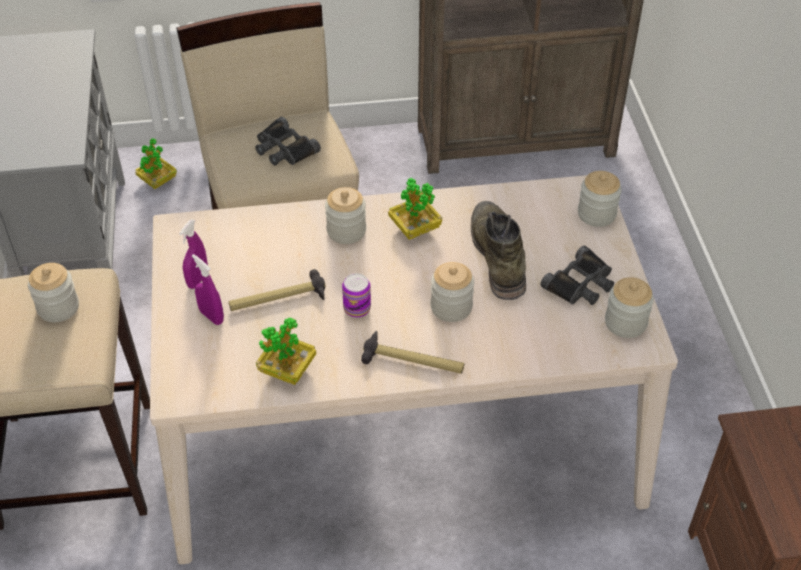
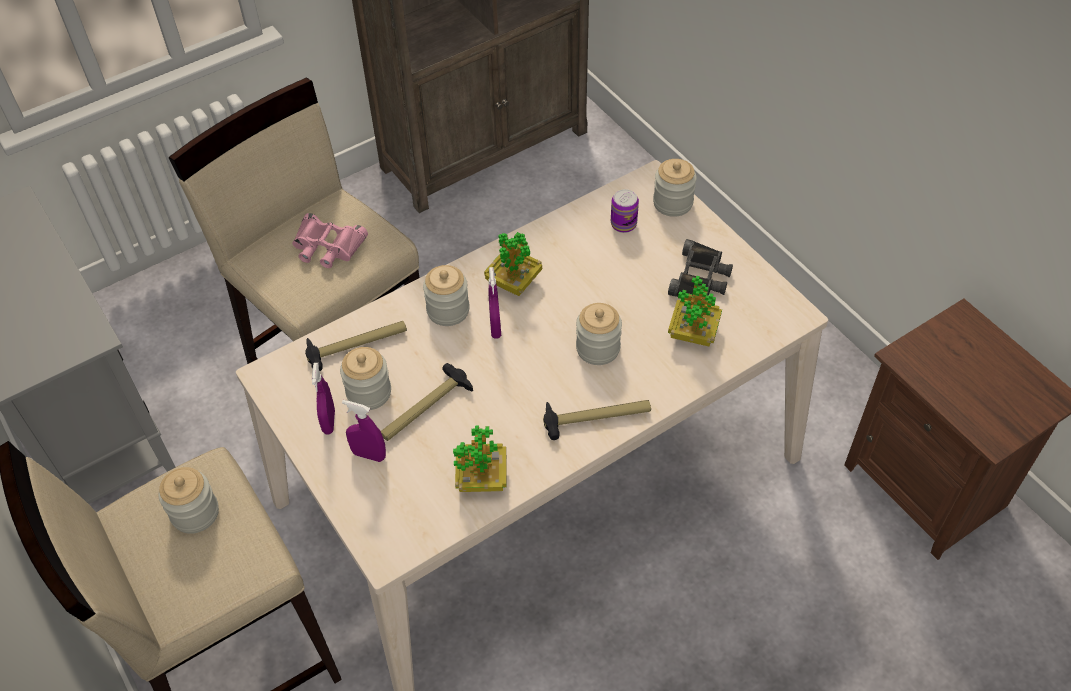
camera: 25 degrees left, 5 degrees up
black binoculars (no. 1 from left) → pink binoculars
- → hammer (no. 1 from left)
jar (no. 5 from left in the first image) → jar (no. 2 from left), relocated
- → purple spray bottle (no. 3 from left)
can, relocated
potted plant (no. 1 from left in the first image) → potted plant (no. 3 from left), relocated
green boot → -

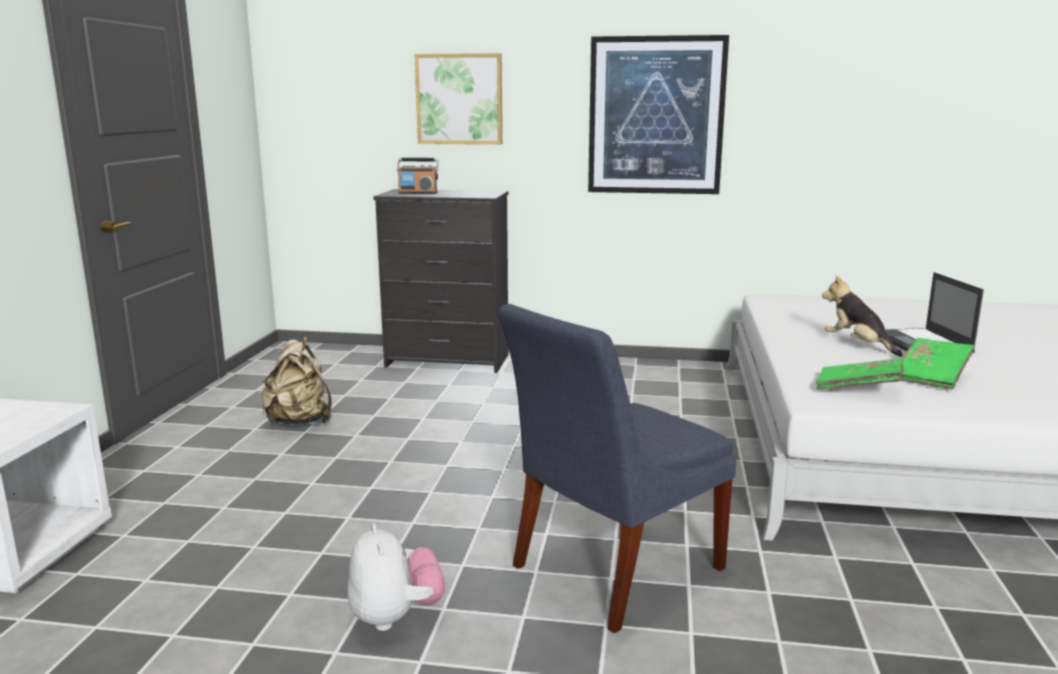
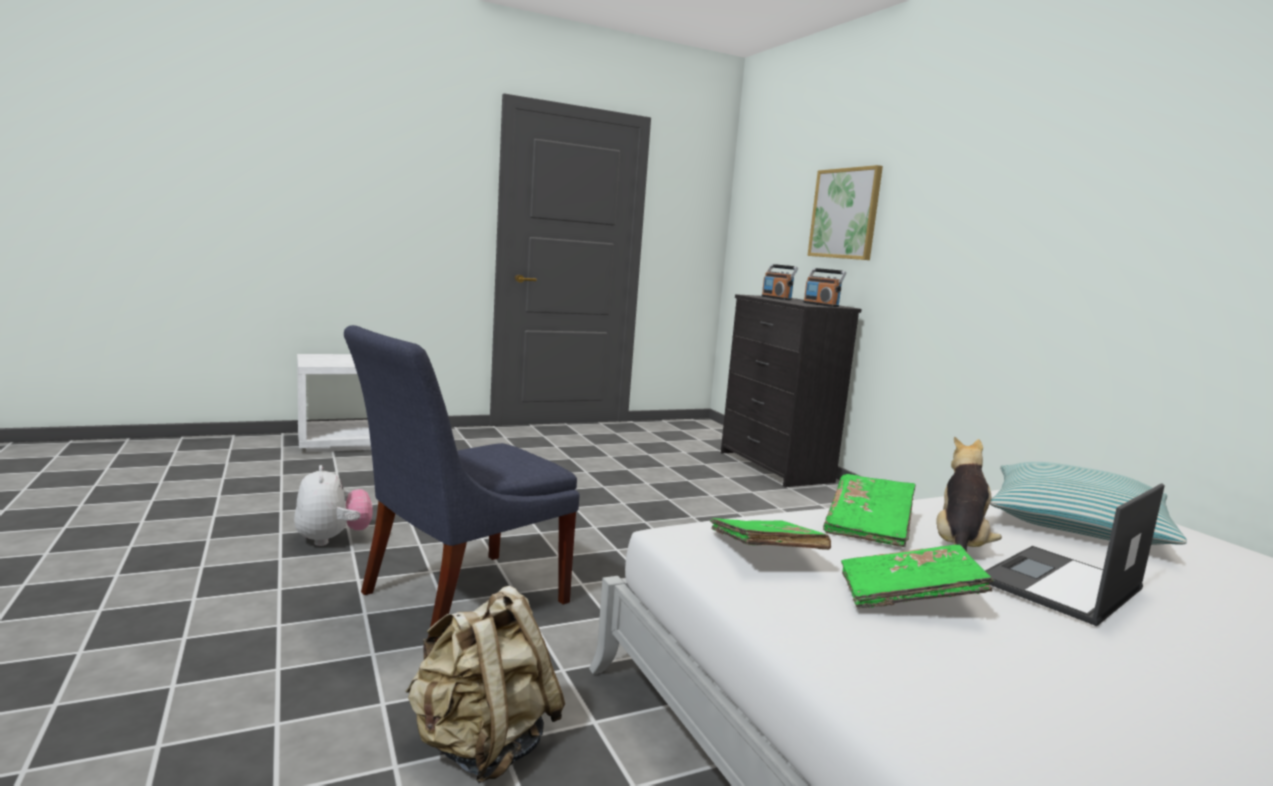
camera: 55 degrees right, 5 degrees down
plush toy (no. 1 from left), 60 degrees counterclockwise
blue chair, 60 degrees counterclockwise
beige backpack, relocated
- → radio (no. 2 from left)
- → green book (no. 2 from left)
- → pillow
picture (no. 2 from left) → -

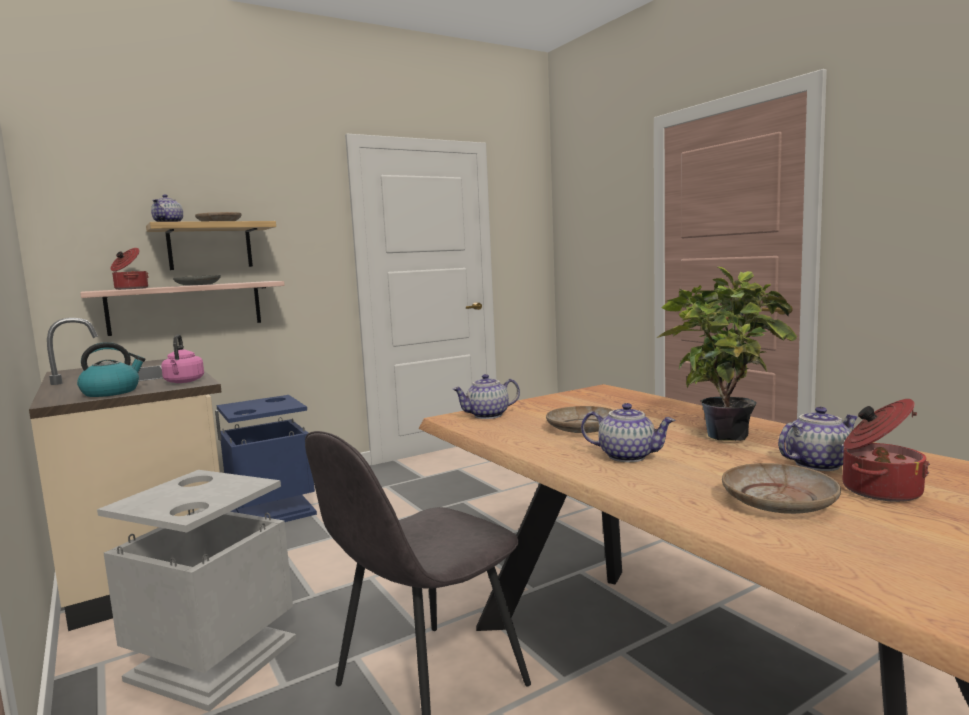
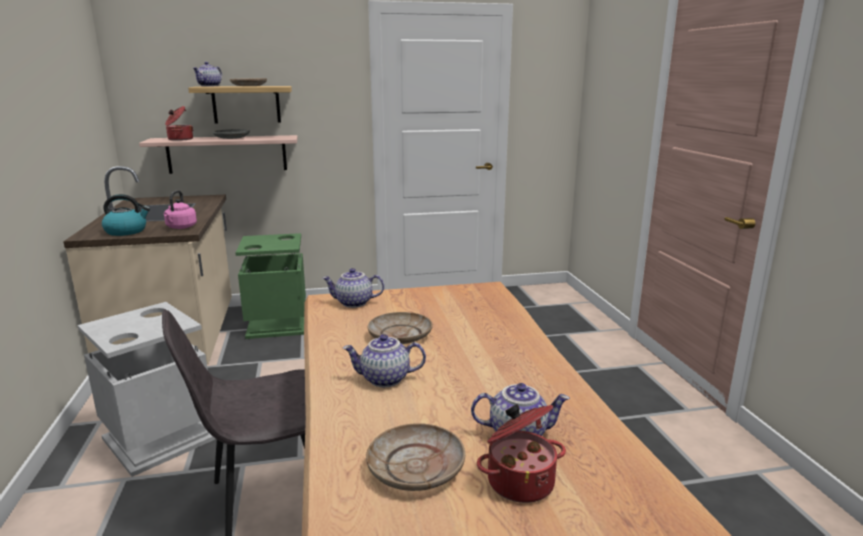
camera: 20 degrees right, 10 degrees up
blue trash can → green trash can
teapot (no. 3 from left), 135 degrees clockwise
potted plant → -

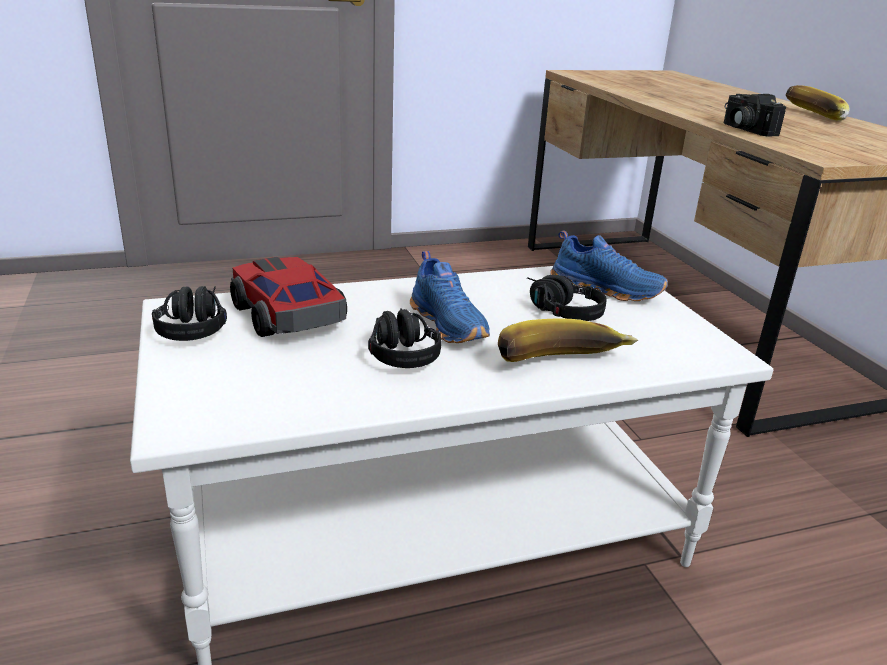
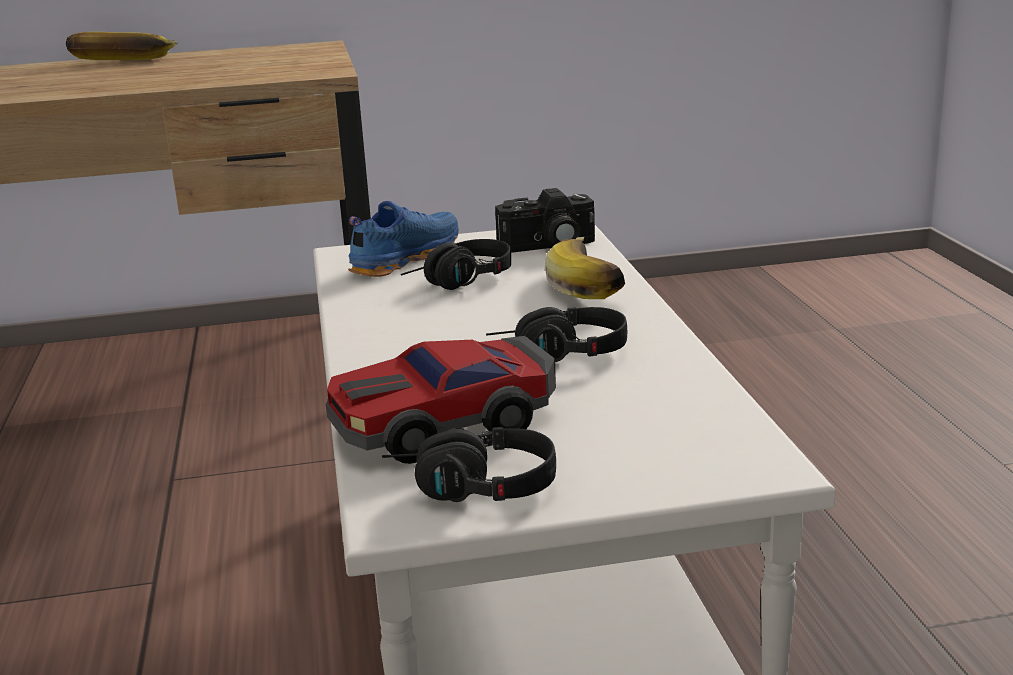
camera: 80 degrees left, 5 degrees down
photo camera, relocated
blue shoe (no. 1 from left) → -

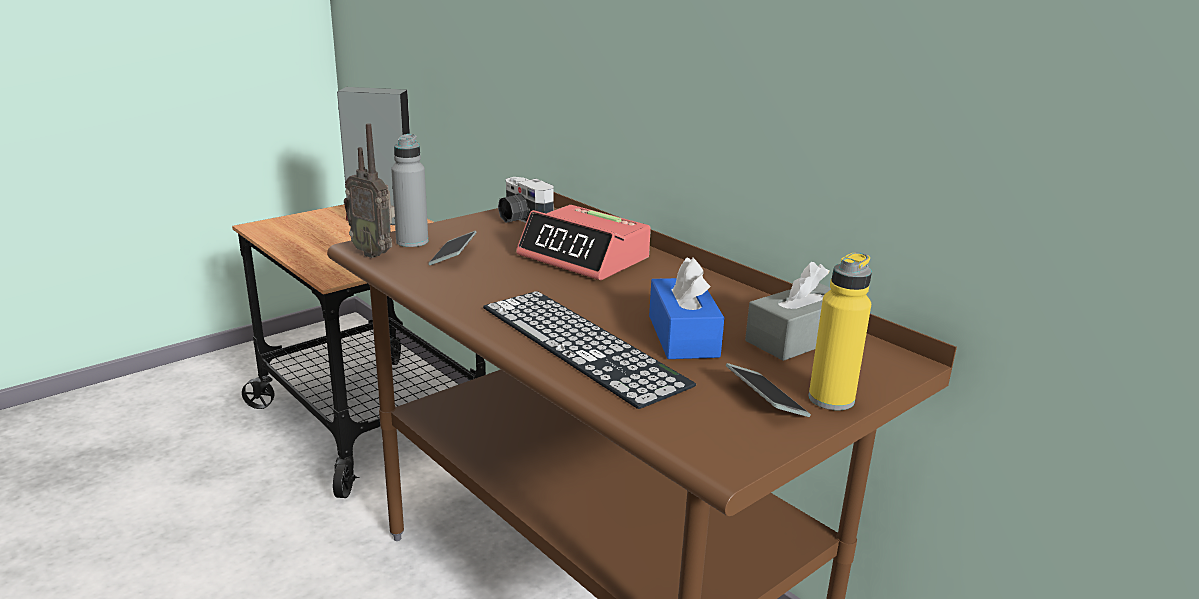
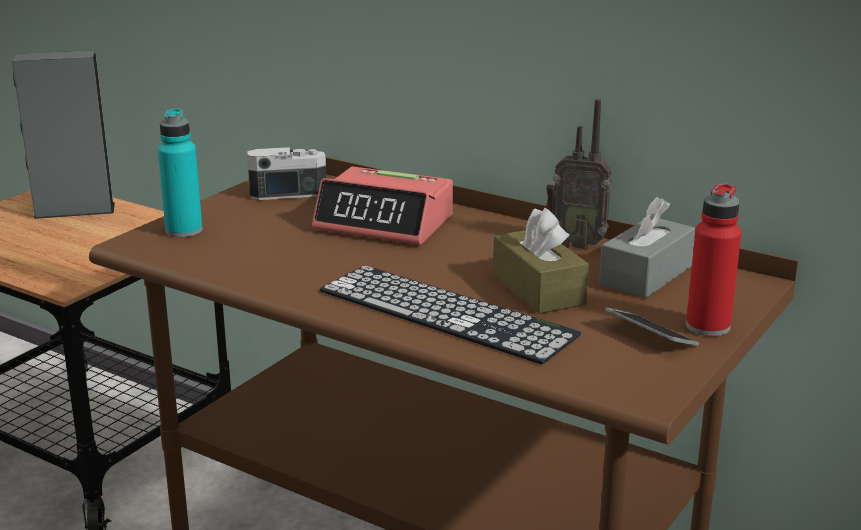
camera: 15 degrees left, 0 degrees up
grey bottle → turquoise bottle
photo camera, 135 degrees clockwise
blue tissue box → brown tissue box
radio, relocated
yellow bottle → red bottle
phone (no. 1 from left) → -

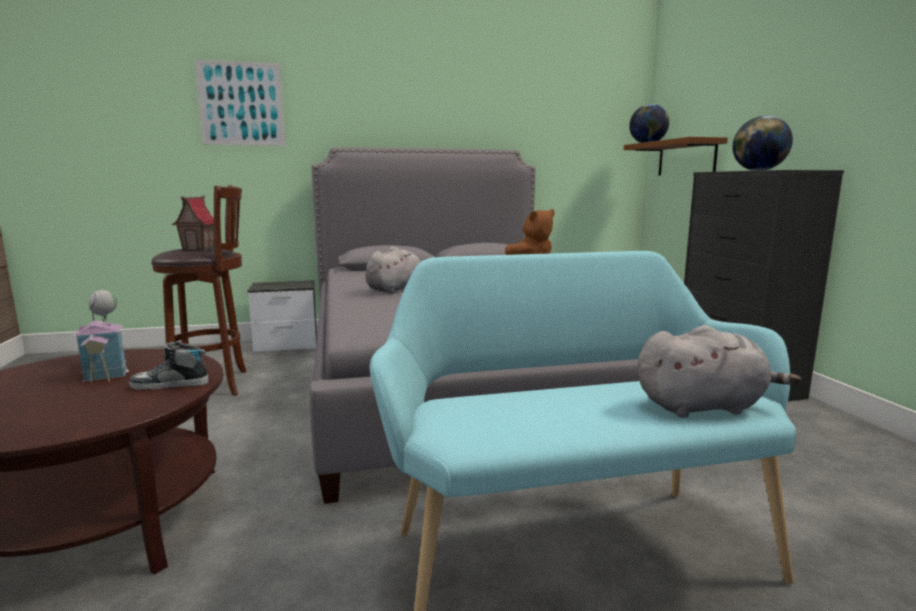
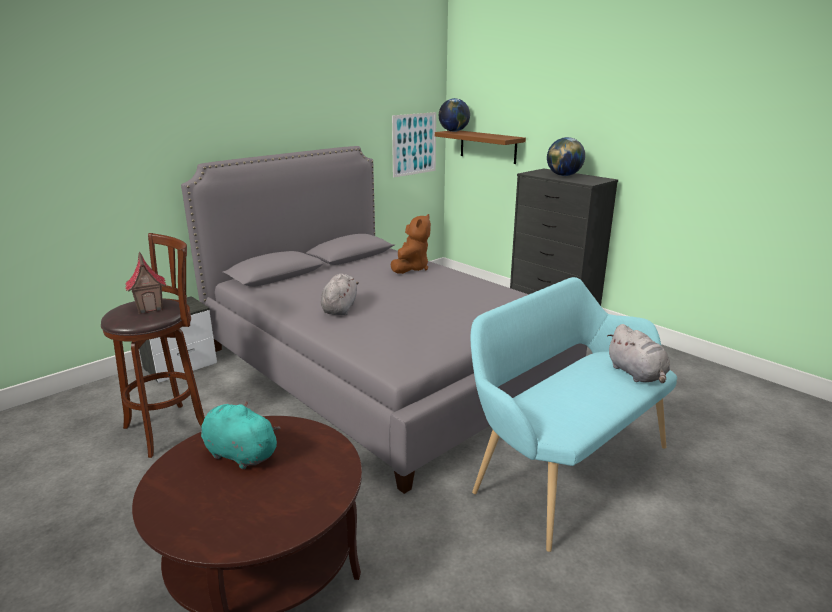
camera: 30 degrees left, 10 degrees up
toy house (no. 1 from left) → turquoise plush toy
picture, relocated
grey plush toy (no. 2 from left), 105 degrees clockwise
shoe → -

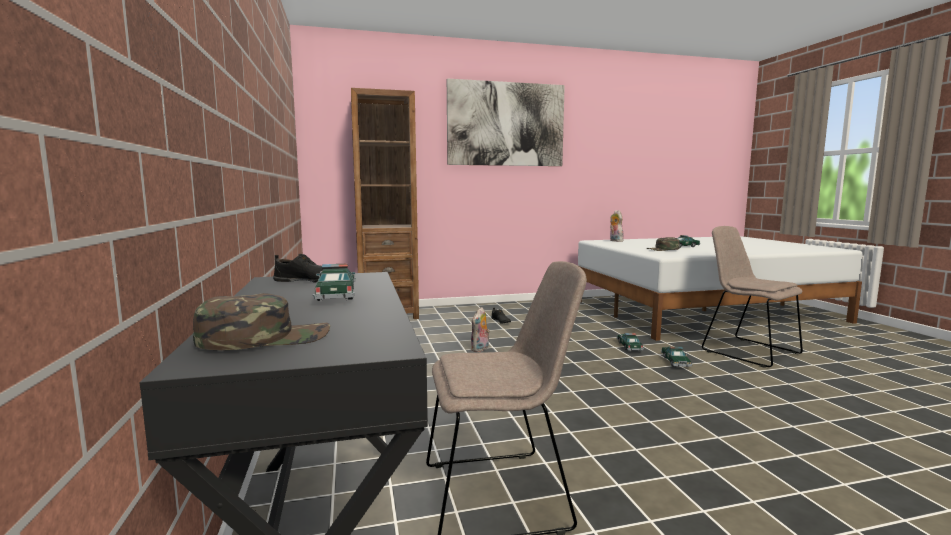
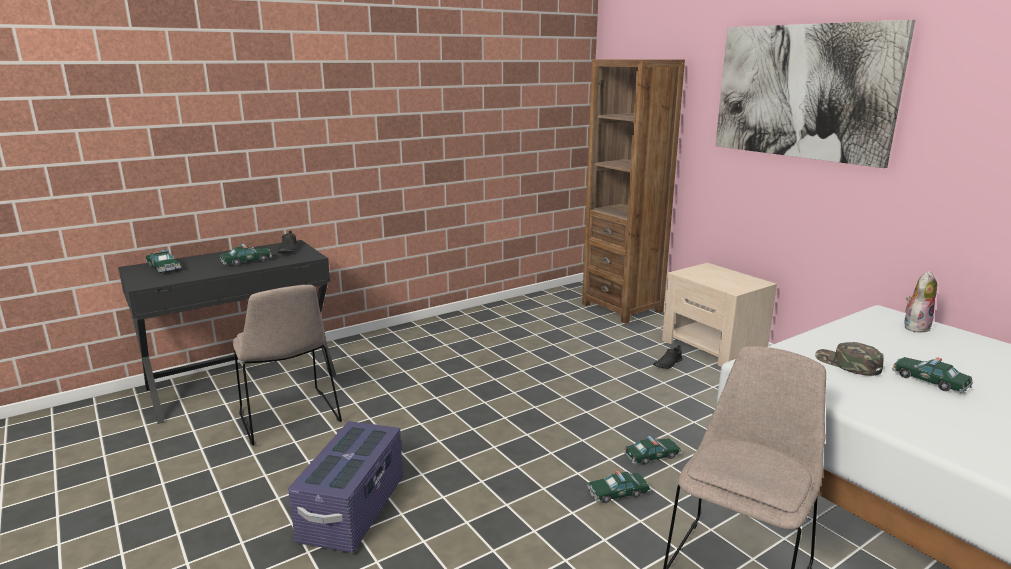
camera: 70 degrees right, 10 degrees up
green cap (no. 1 from left) → toy car (no. 1 from left)
- → purple storage box
- → beige nightstand
plush toy (no. 1 from left) → -

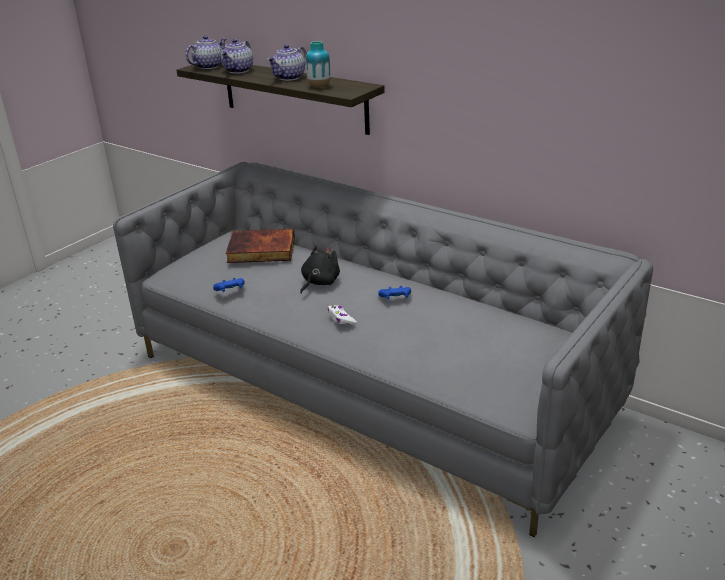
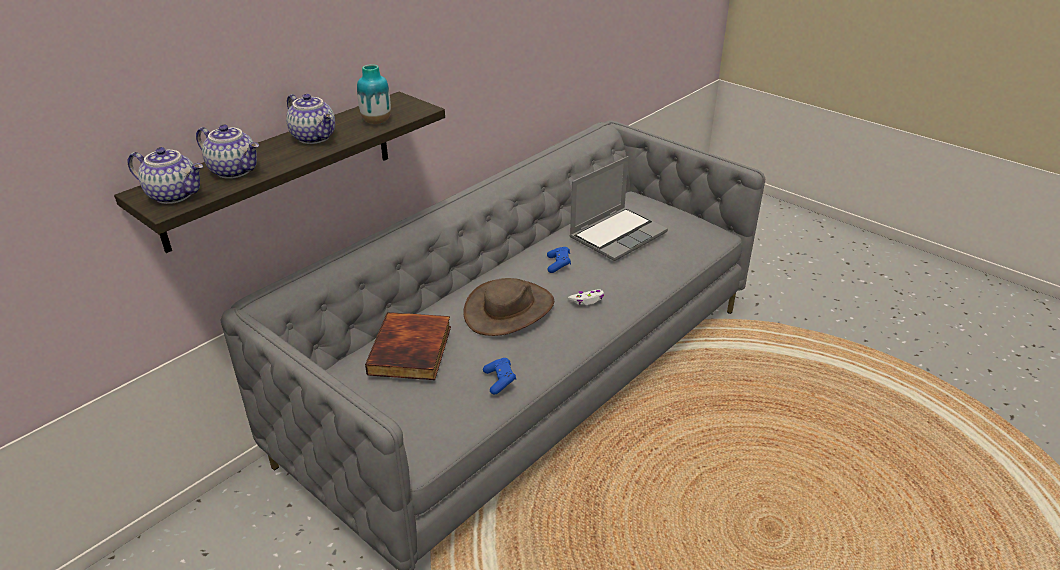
camera: 85 degrees left, 5 degrees up
teapot (no. 1 from left), 150 degrees clockwise
black plush toy → brown hat
- → laptop

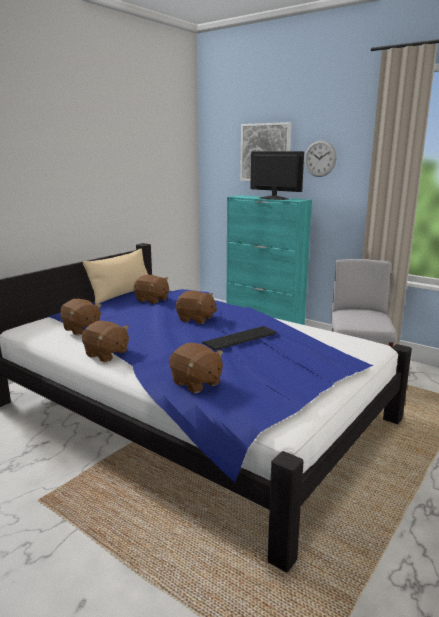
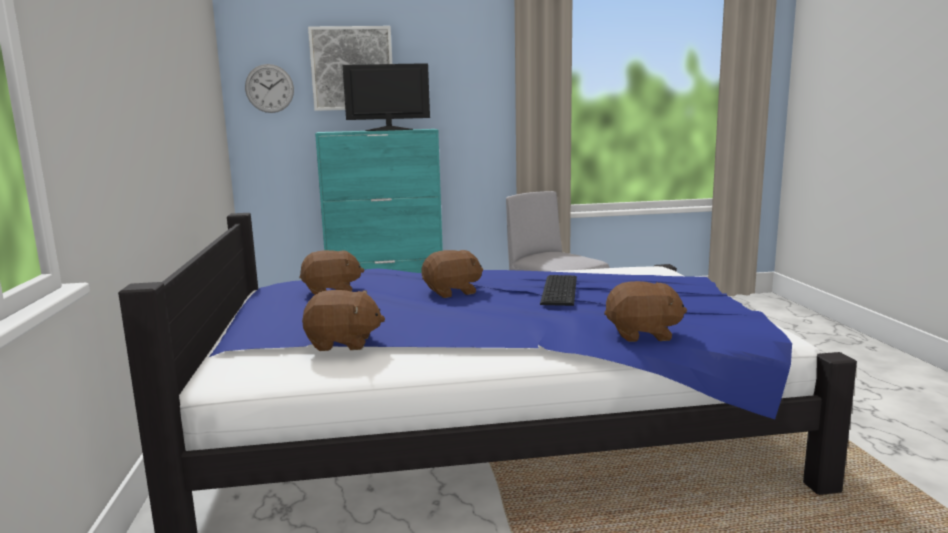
camera: 45 degrees left, 5 degrees down
wall clock, relocated
brown plush toy (no. 2 from left) → -
beige pillow → -

